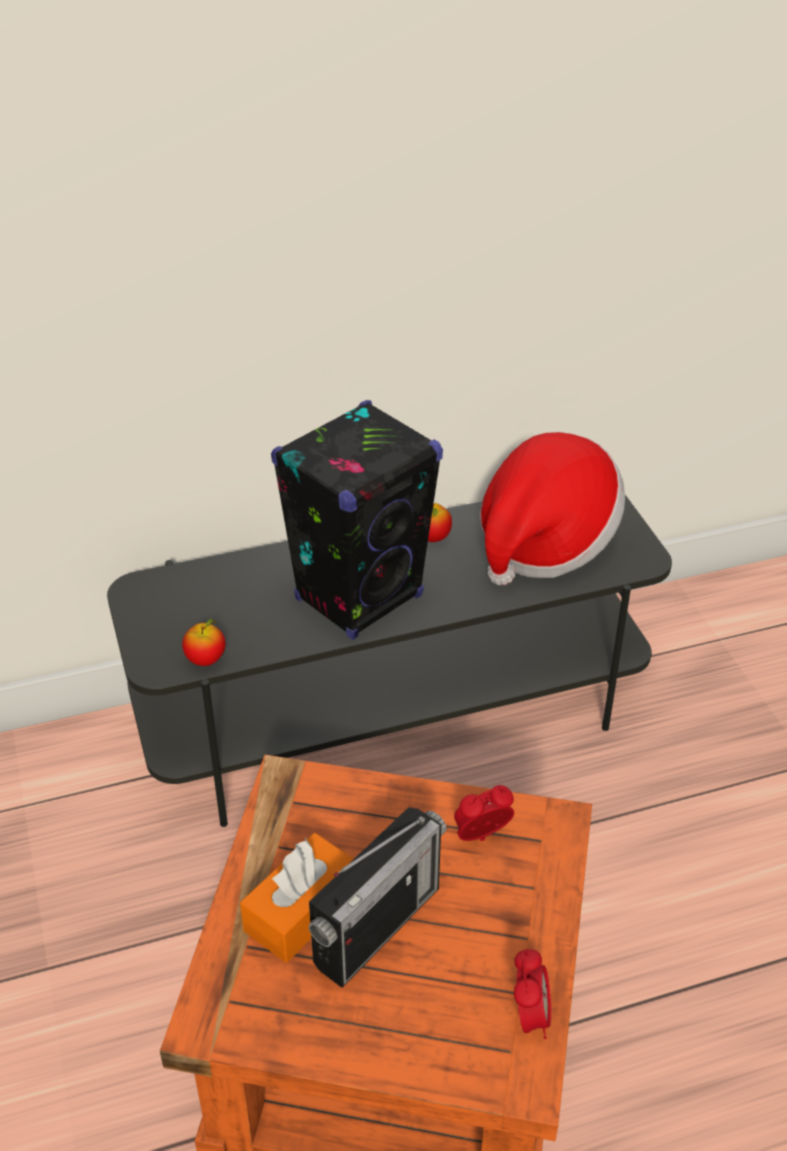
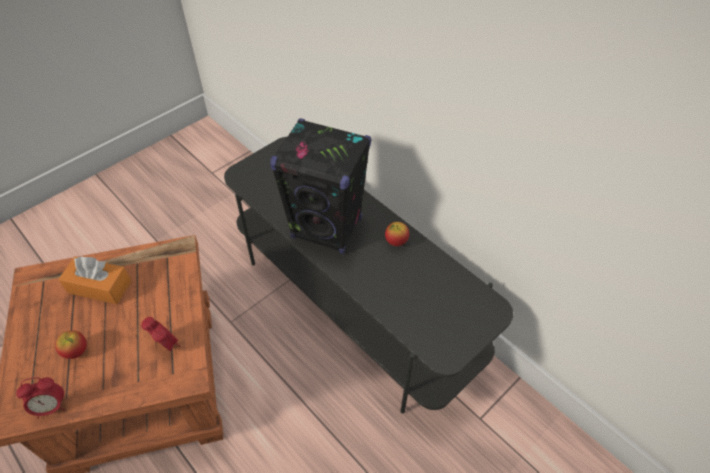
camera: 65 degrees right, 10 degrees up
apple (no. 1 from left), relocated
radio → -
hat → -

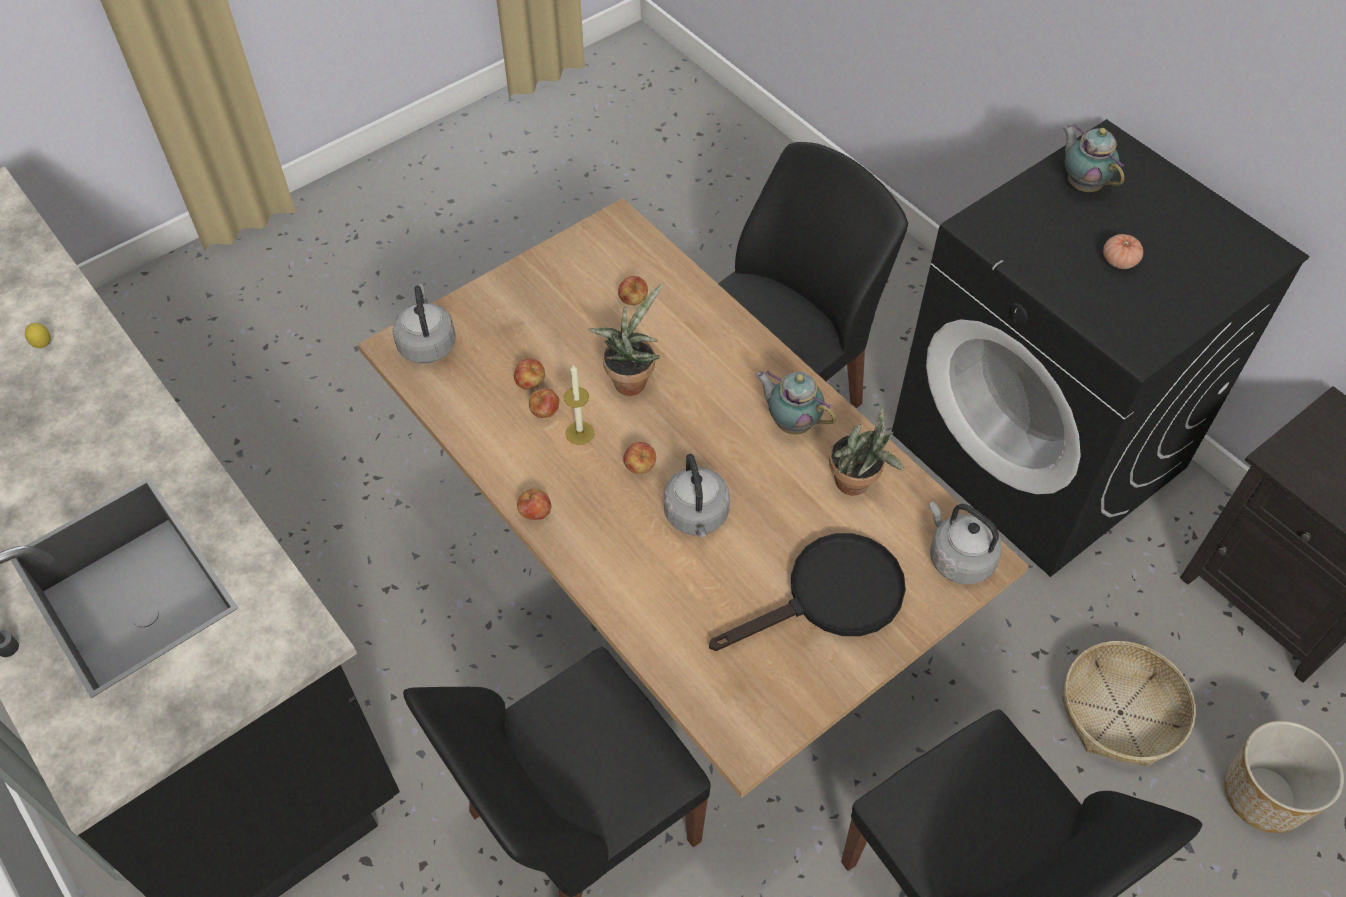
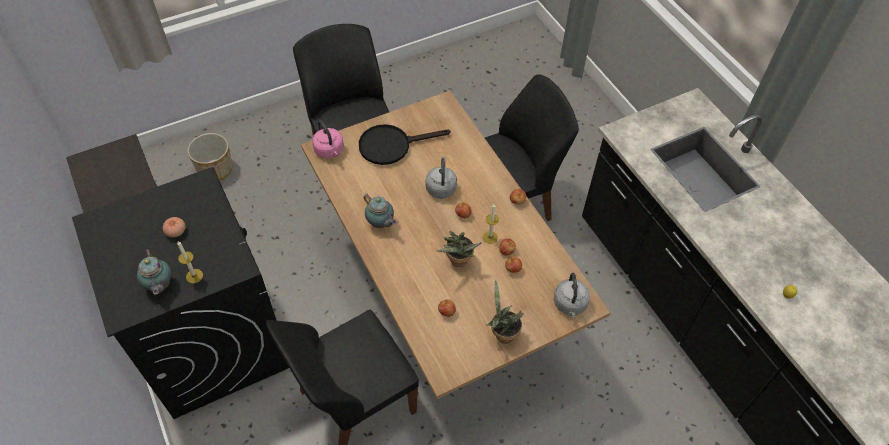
camera: 170 degrees left, 0 degrees up
- → candle (no. 1 from left)
grey kettle (no. 3 from left) → pink kettle
potted plant (no. 2 from left), relocated
basket → -

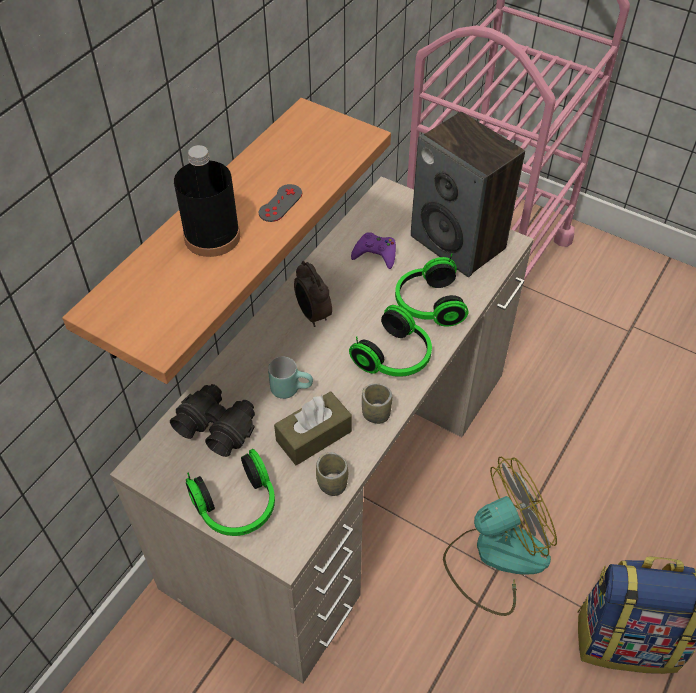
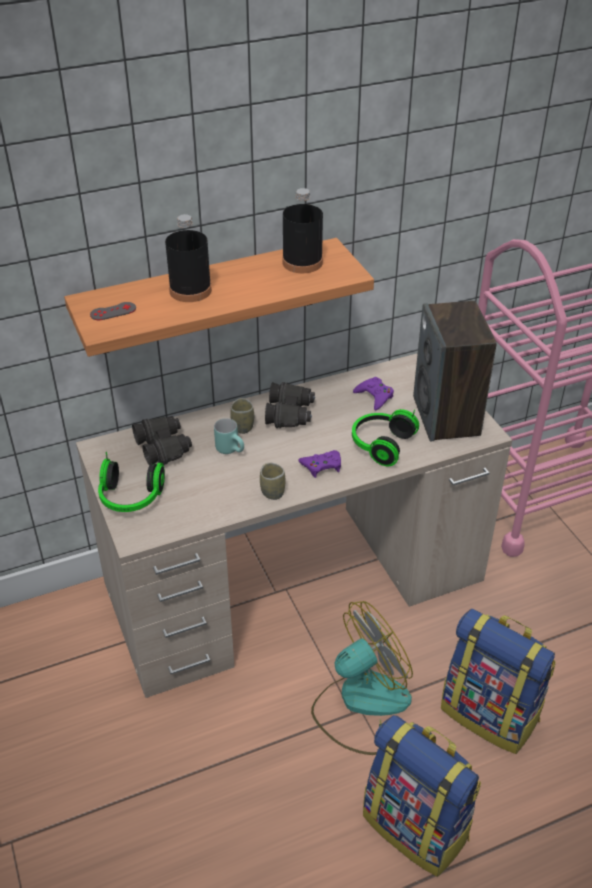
camera: 35 degrees right, 10 degrees down
grey game controller, relocated
cup (no. 1 from left), relocated
alarm clock → black binoculars (no. 2 from left)
- → black bottle (no. 2 from left)
headphones (no. 2 from left) → purple game controller (no. 1 from left)
fan, 45 degrees counterclockwise
- → backpack (no. 2 from left)
brown tissue box → -

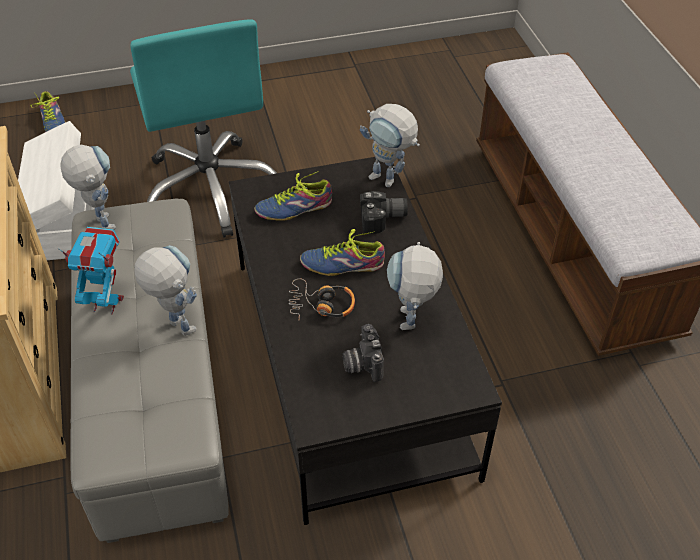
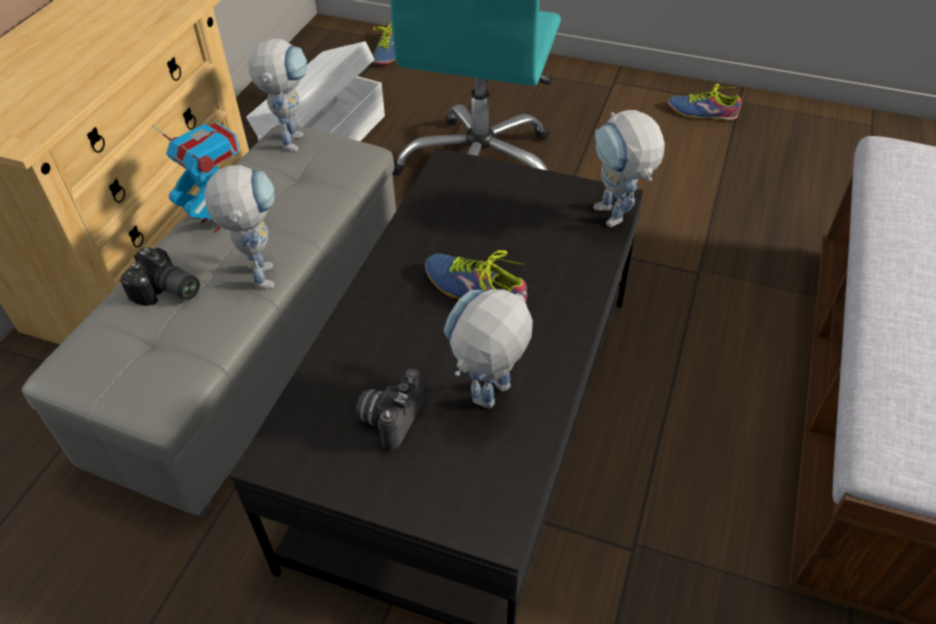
camera: 35 degrees right, 0 degrees up
photo camera (no. 2 from left in the first image) → photo camera (no. 1 from left), relocated
shoe (no. 2 from left in the first image) → shoe (no. 3 from left), relocated
headphones → -

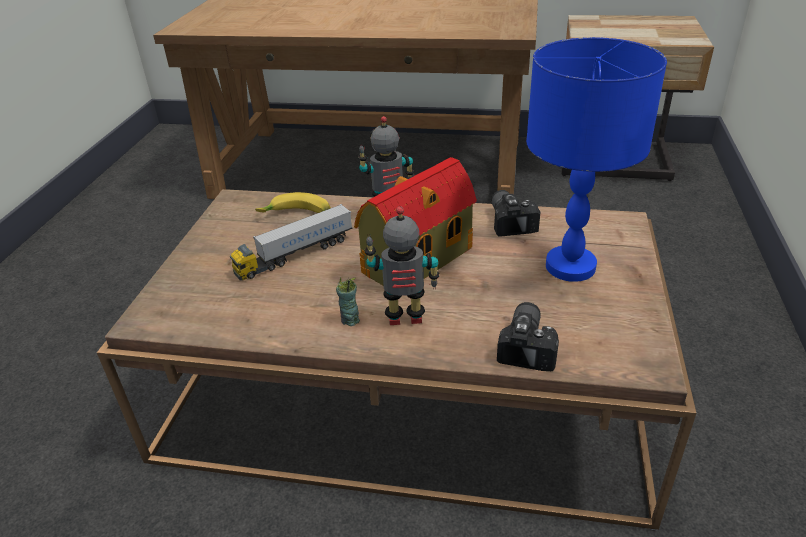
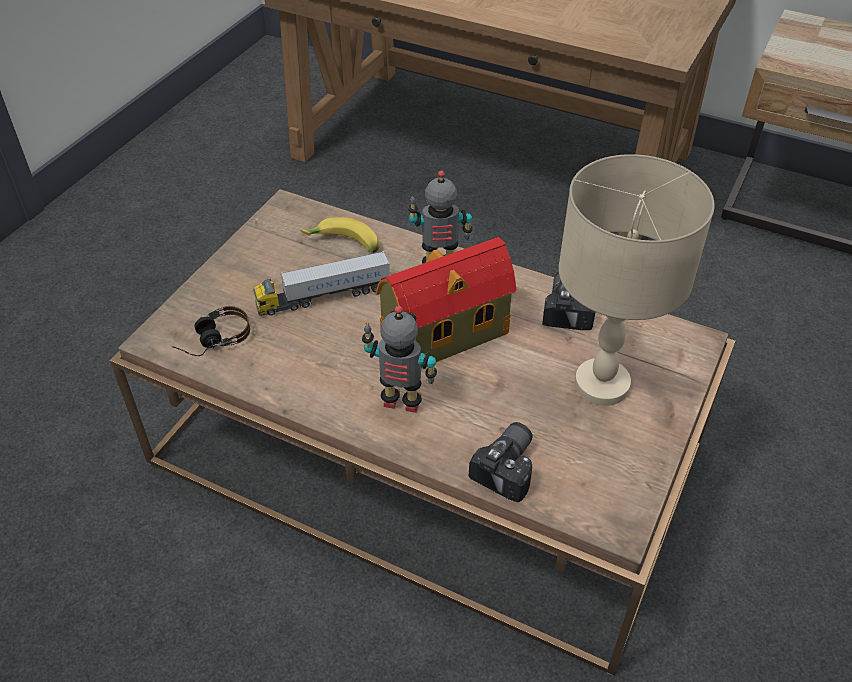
camera: 15 degrees right, 10 degrees up
- → headphones
blue table lamp → beige table lamp
cup → -

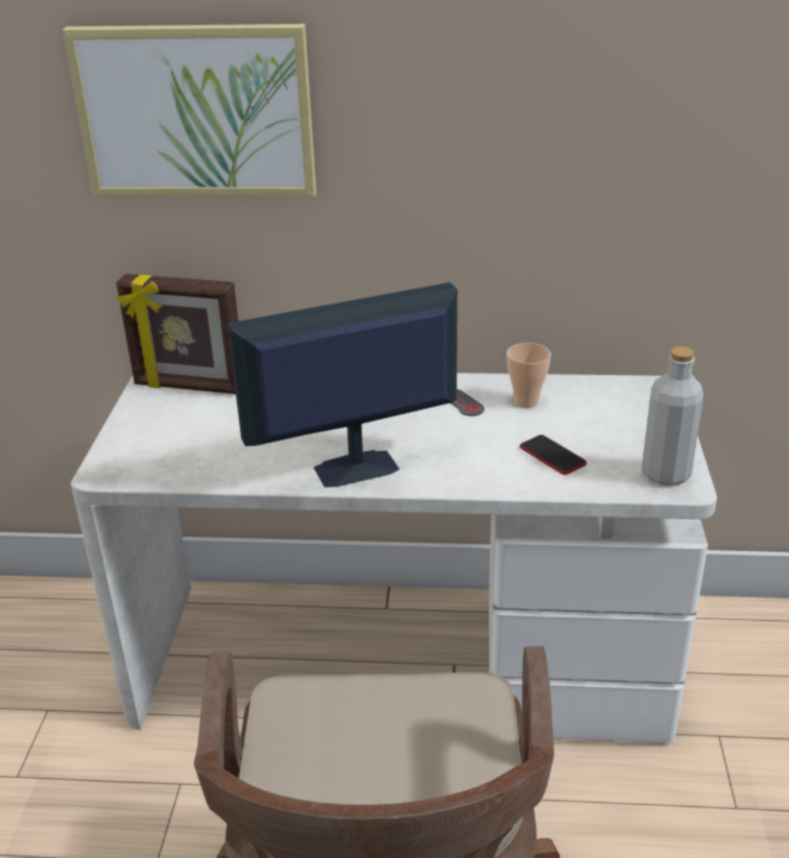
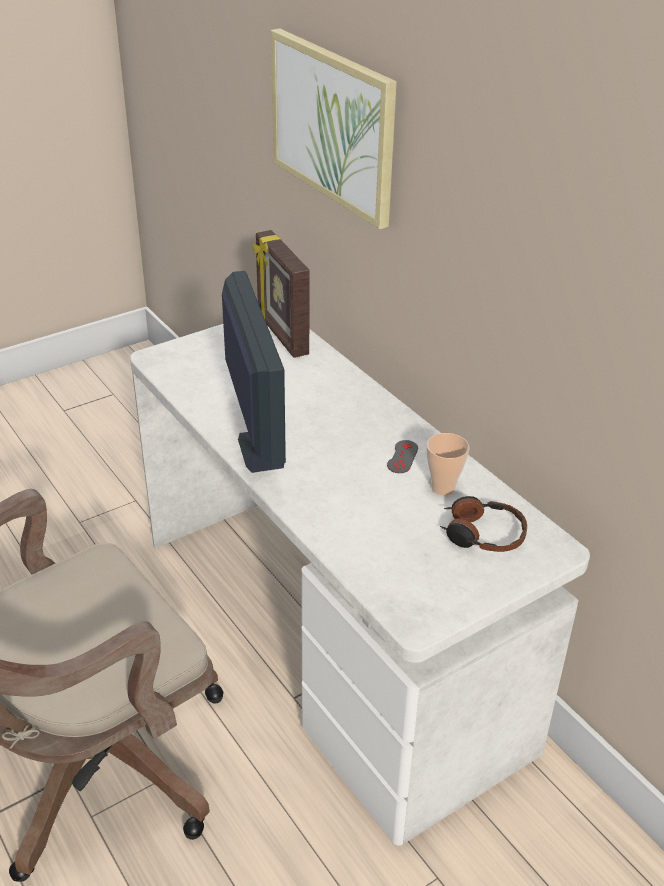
camera: 50 degrees right, 5 degrees up
monitor, 45 degrees clockwise
- → headphones
phone → -
grey bottle → -

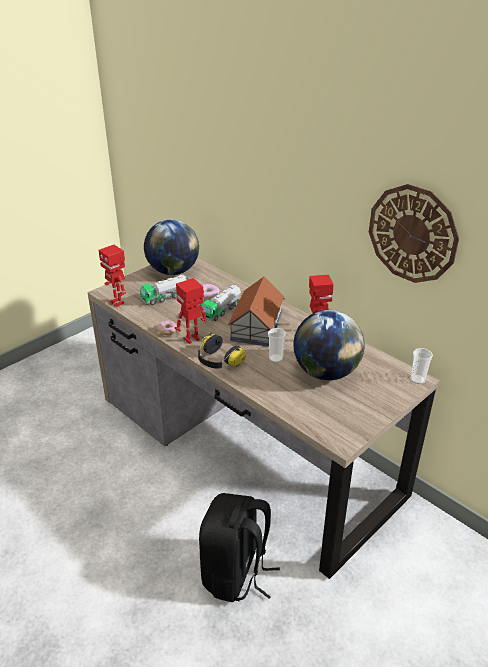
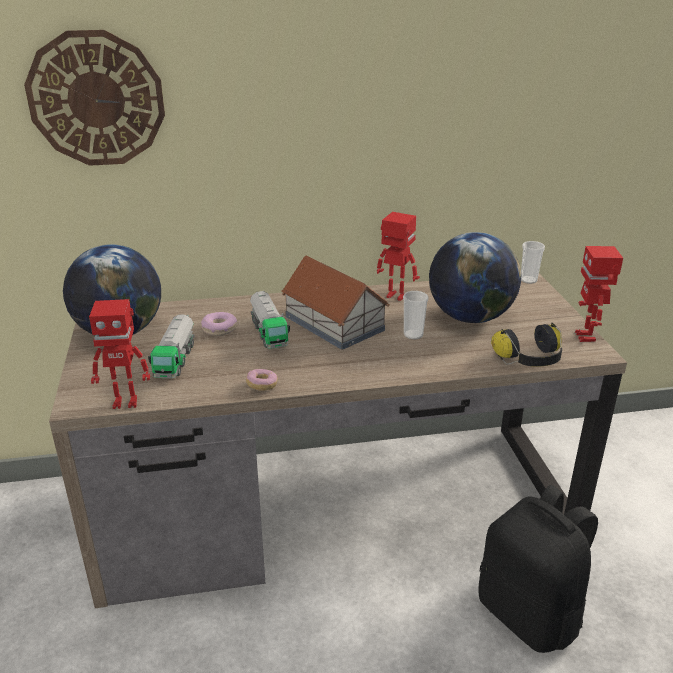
camera: 55 degrees left, 5 degrees down
wall clock, relocated
headphones, relocated
toy robot (no. 2 from left in the first image) → toy robot (no. 3 from left), relocated

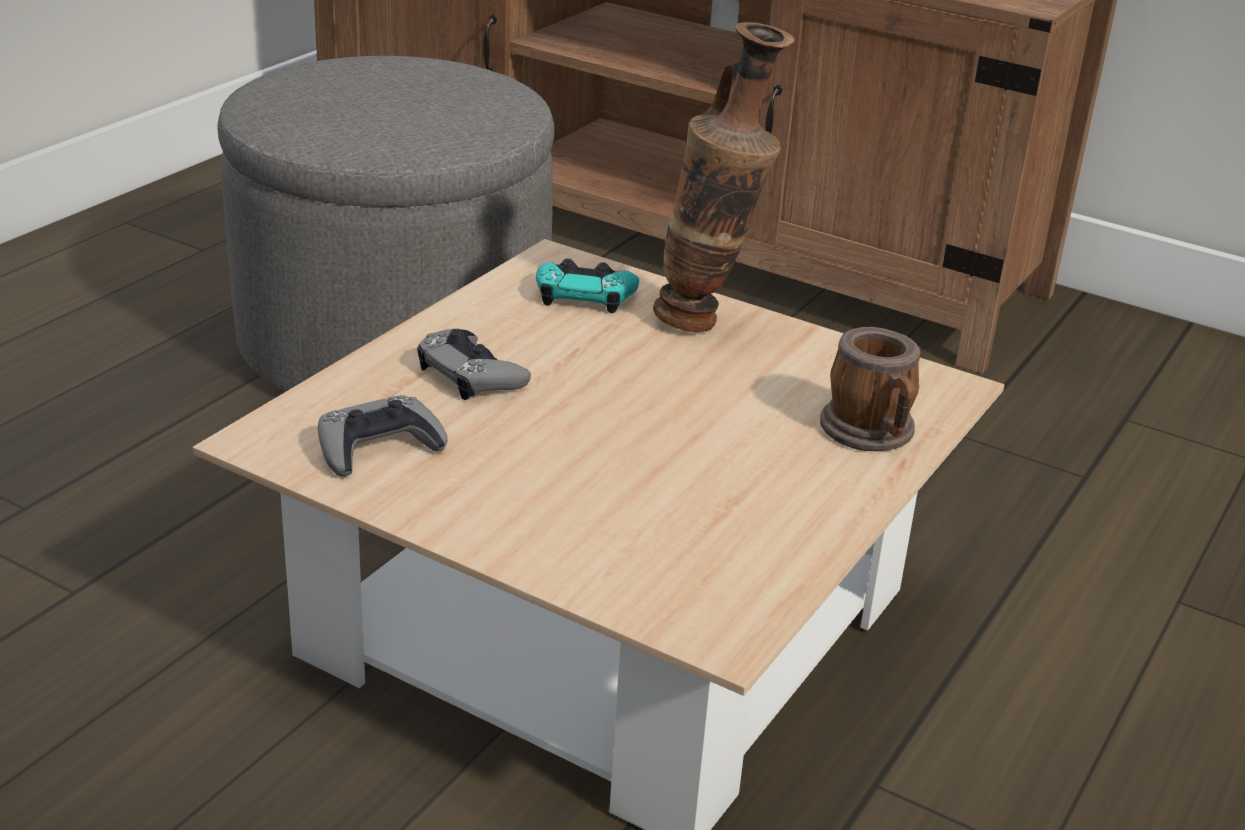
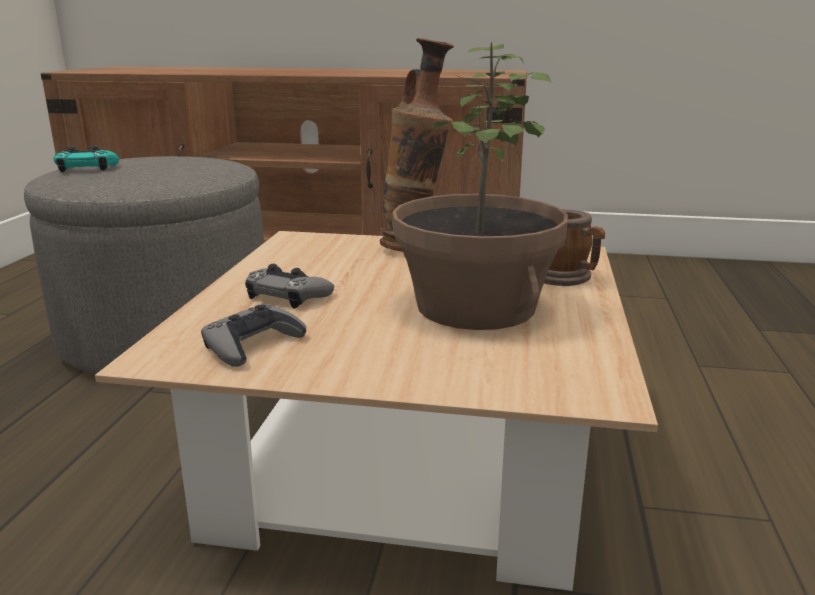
camera: 20 degrees left, 10 degrees down
turquoise game controller, relocated
- → potted plant

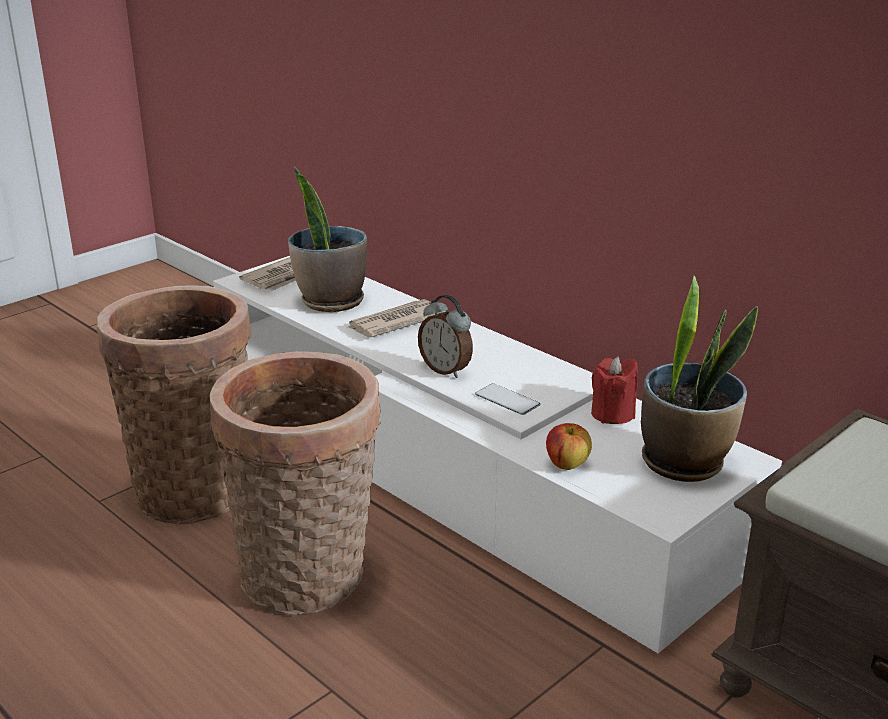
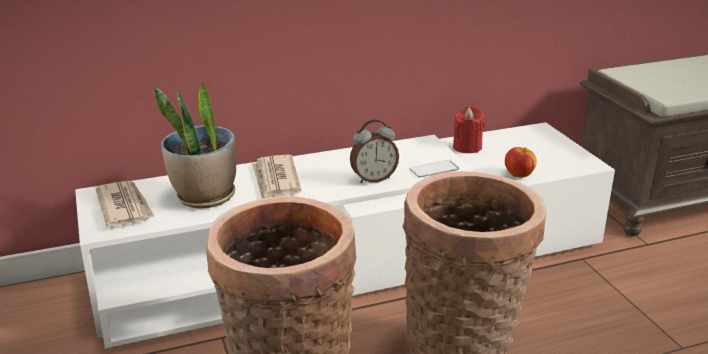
camera: 65 degrees left, 0 degrees up
potted plant (no. 2 from left) → -

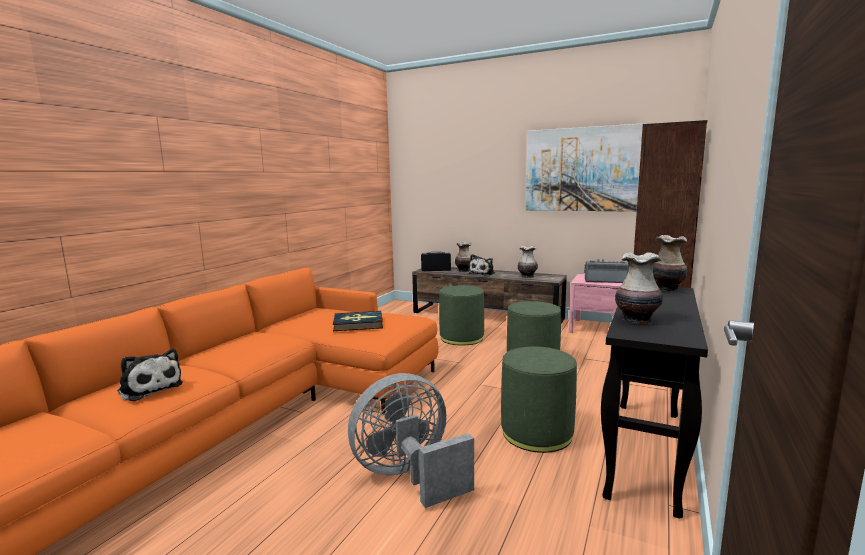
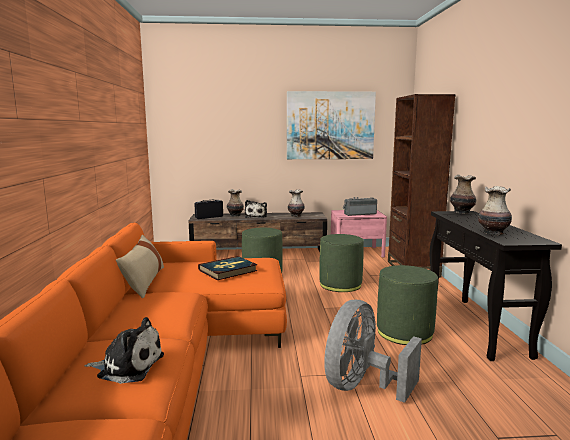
camera: 30 degrees left, 0 degrees up
- → beige pillow

